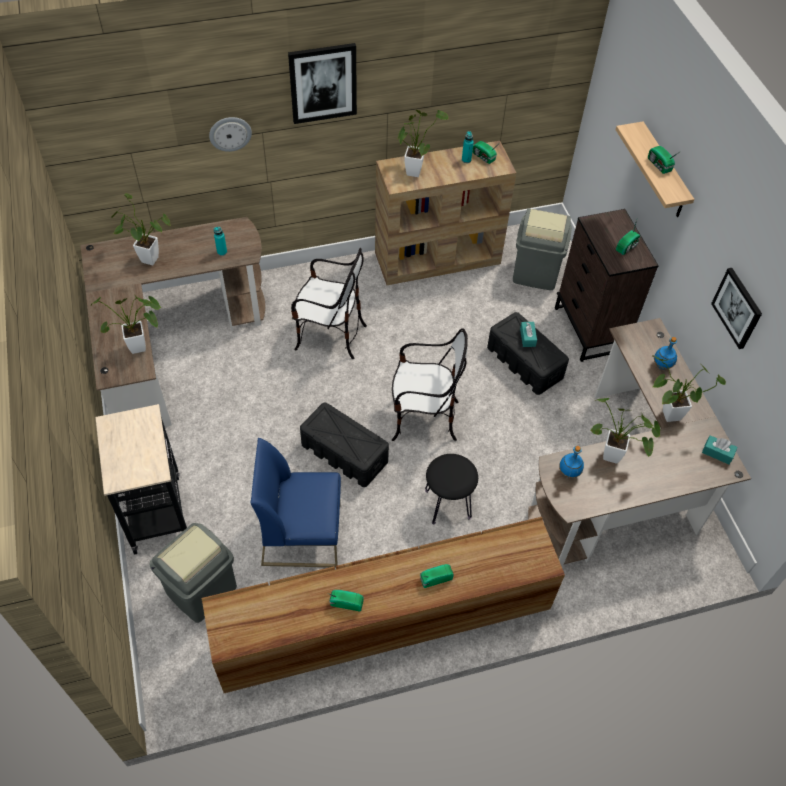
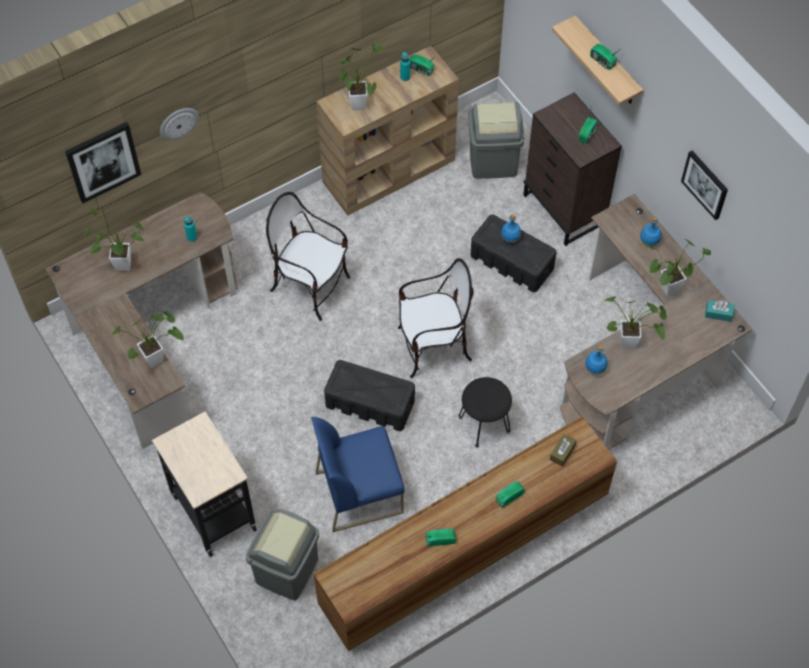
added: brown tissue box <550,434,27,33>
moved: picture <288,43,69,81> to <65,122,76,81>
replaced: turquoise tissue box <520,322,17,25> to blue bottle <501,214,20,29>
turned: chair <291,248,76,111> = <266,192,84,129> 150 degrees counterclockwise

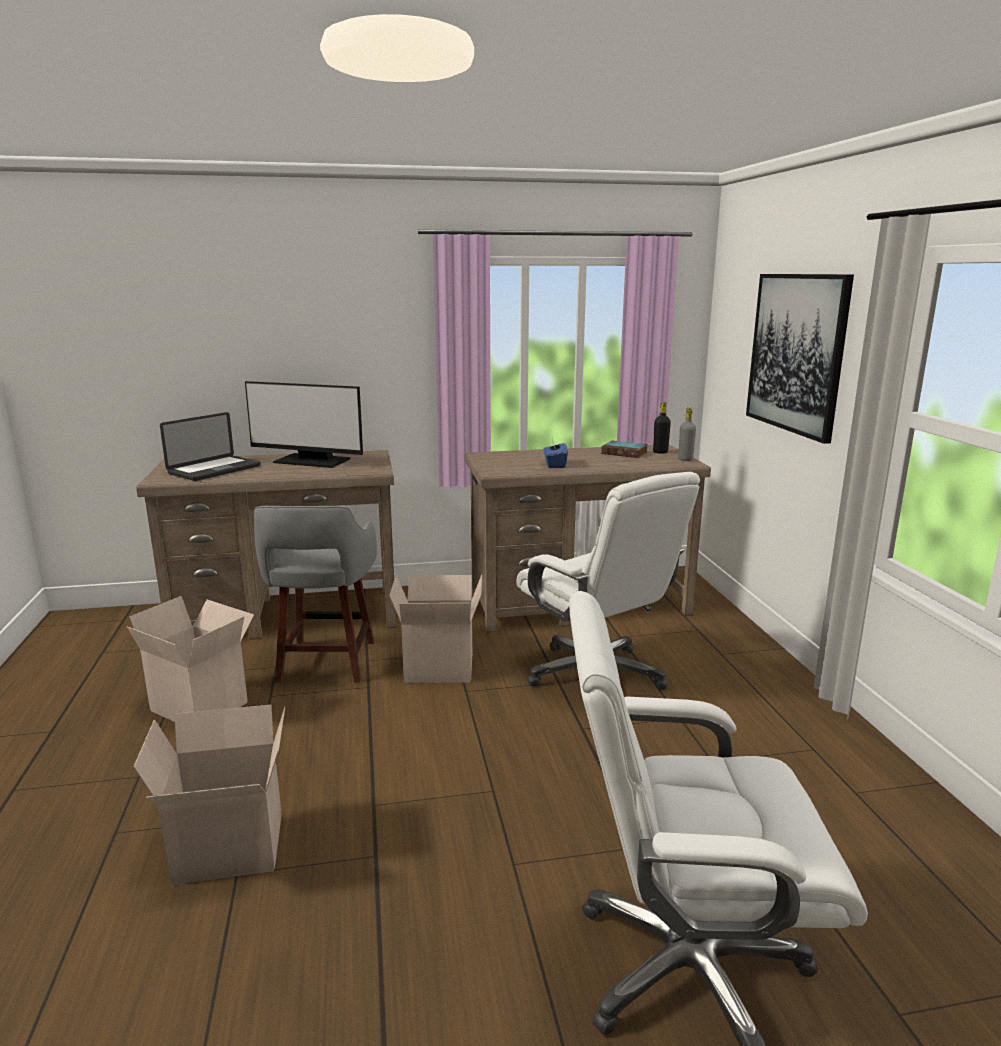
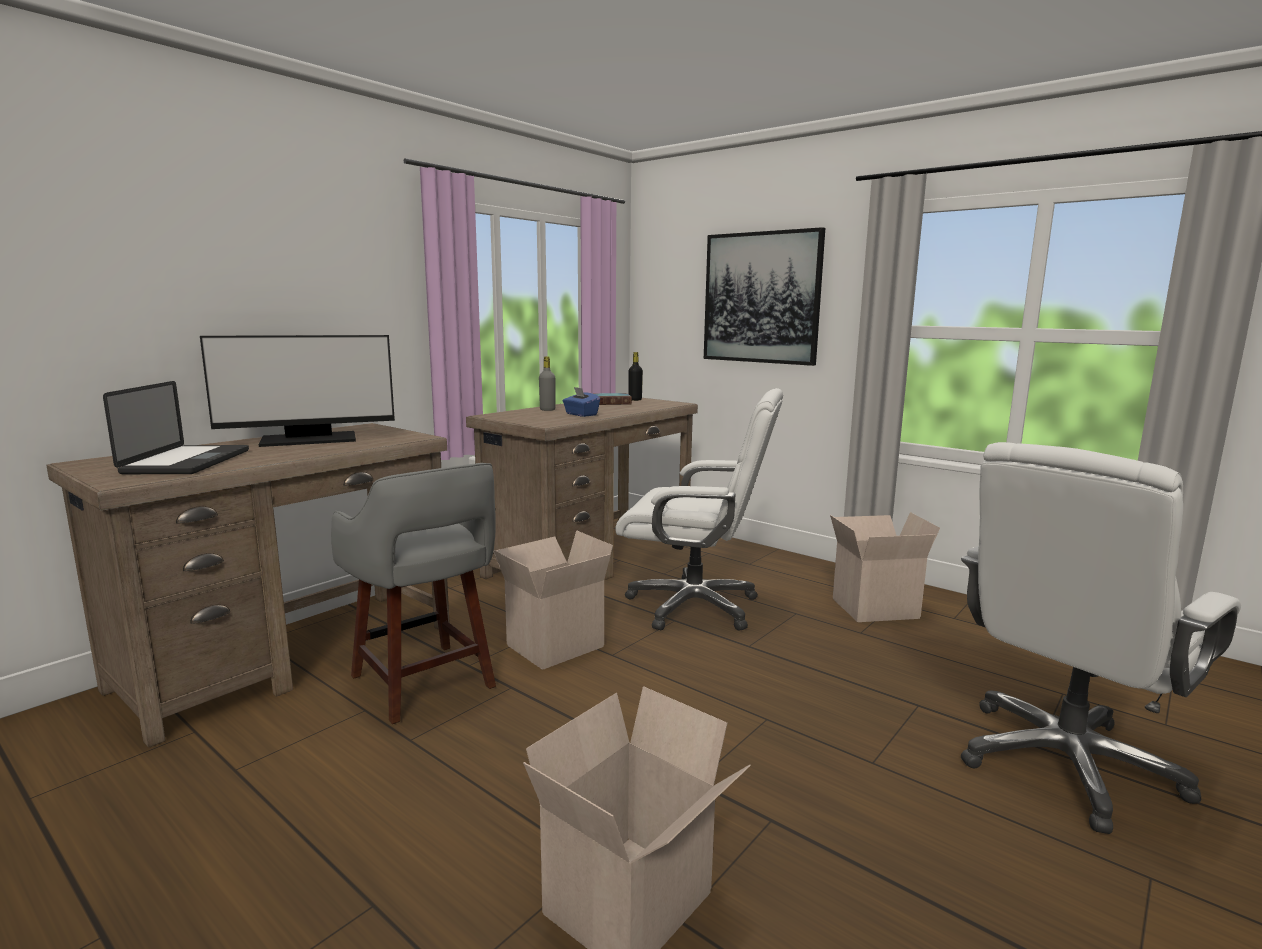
moved: cardboard box <127,596,127,126> to <830,512,110,110>; grey bottle <678,407,18,54> to <539,356,16,55>

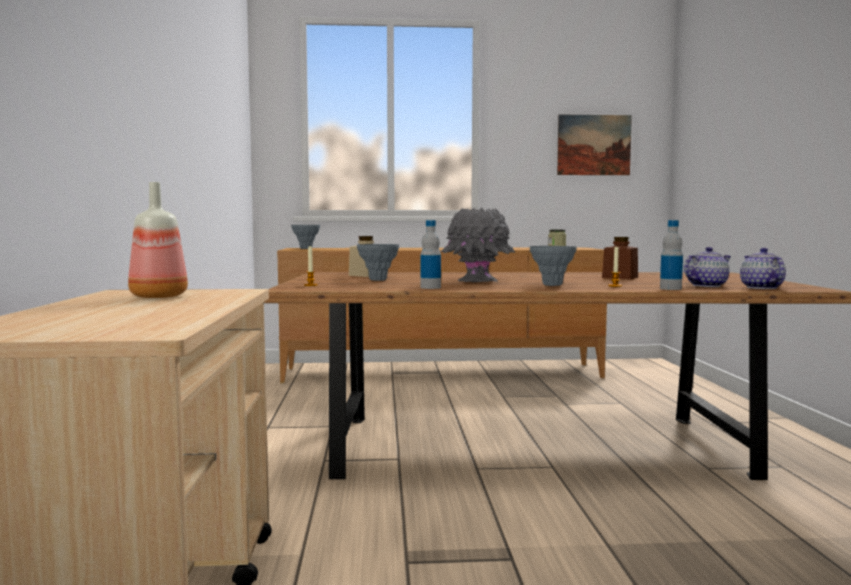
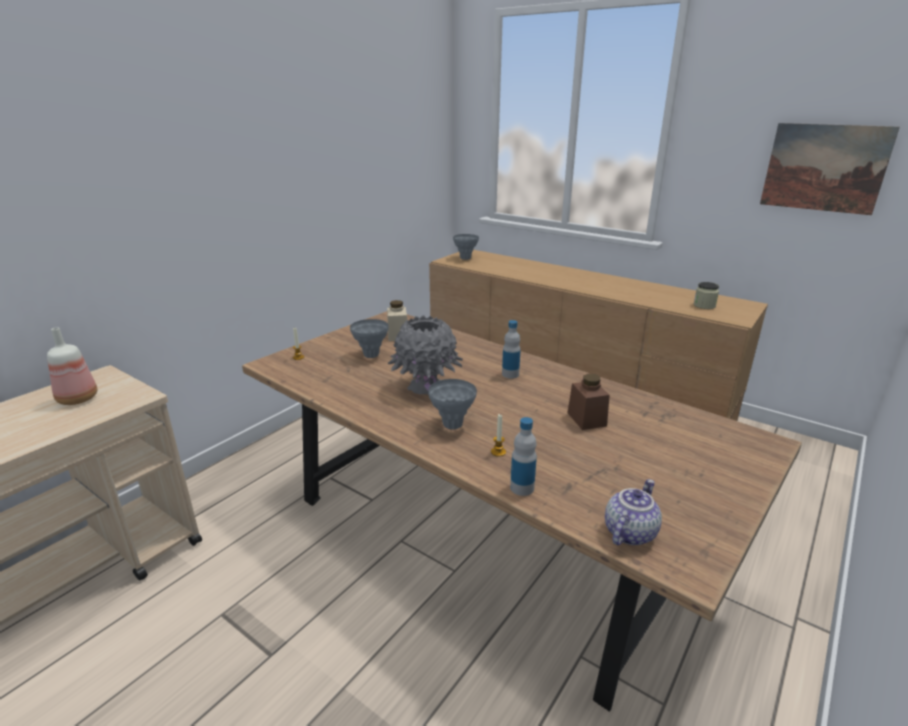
removed: teapot <684,247,47,40>
moved: bottle <421,220,20,69> to <502,320,19,58>

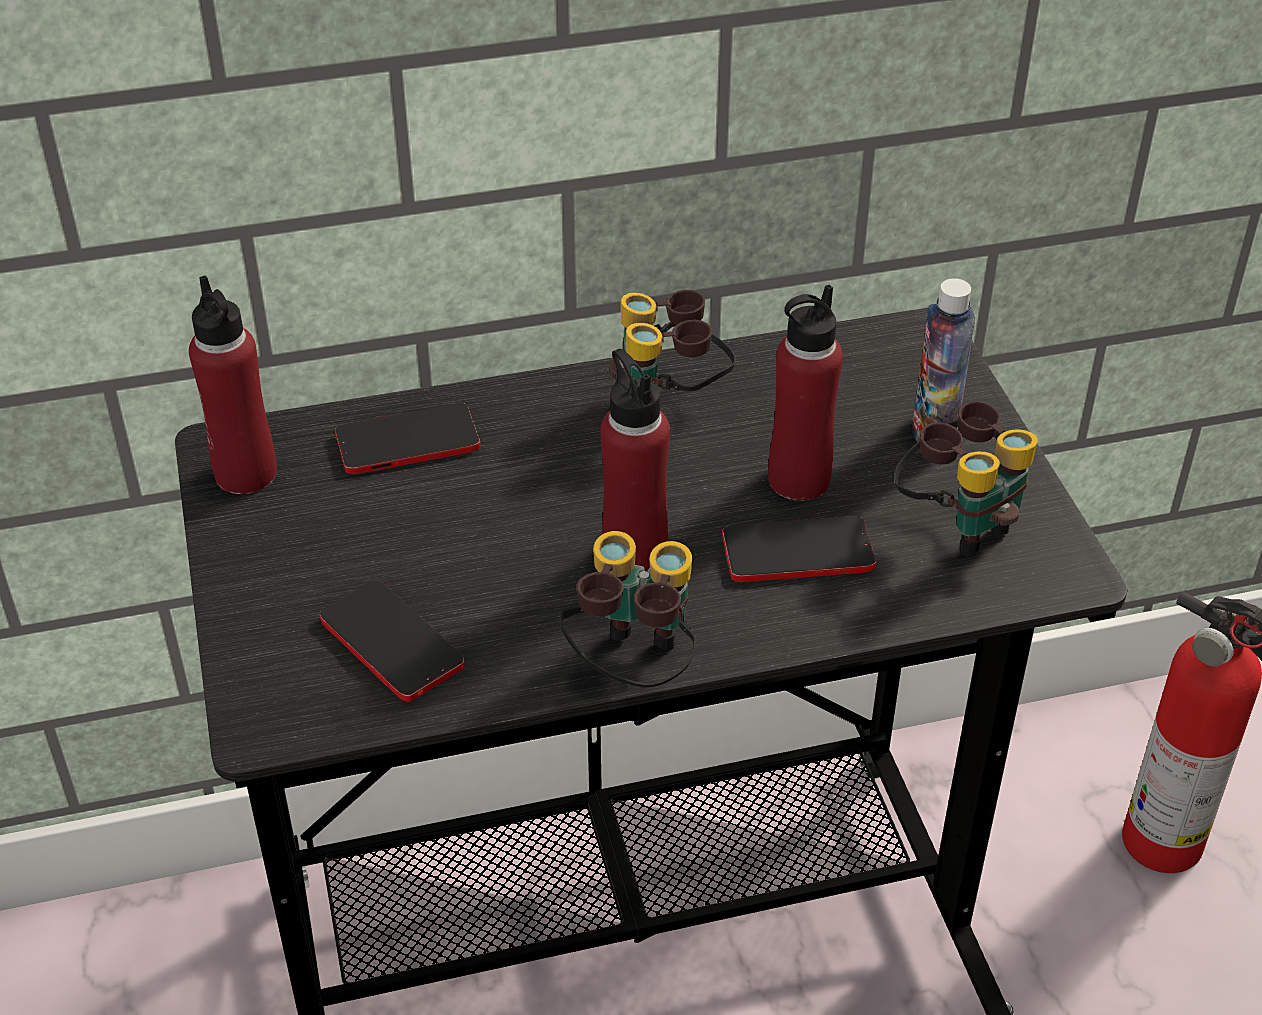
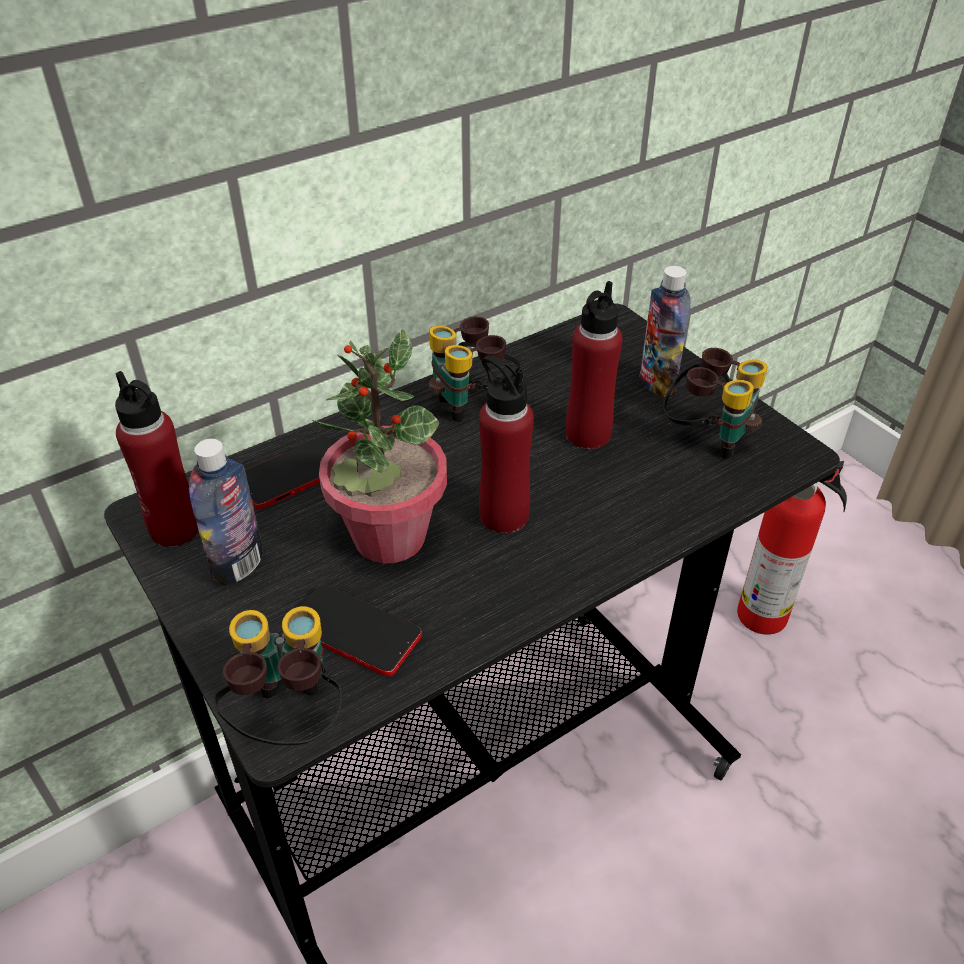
removed: phone <722,516,154,66>
added: bottle <189,439,74,147>; potted plant <312,329,135,234>
moved: binoculars <560,531,136,157> to <213,606,129,139>

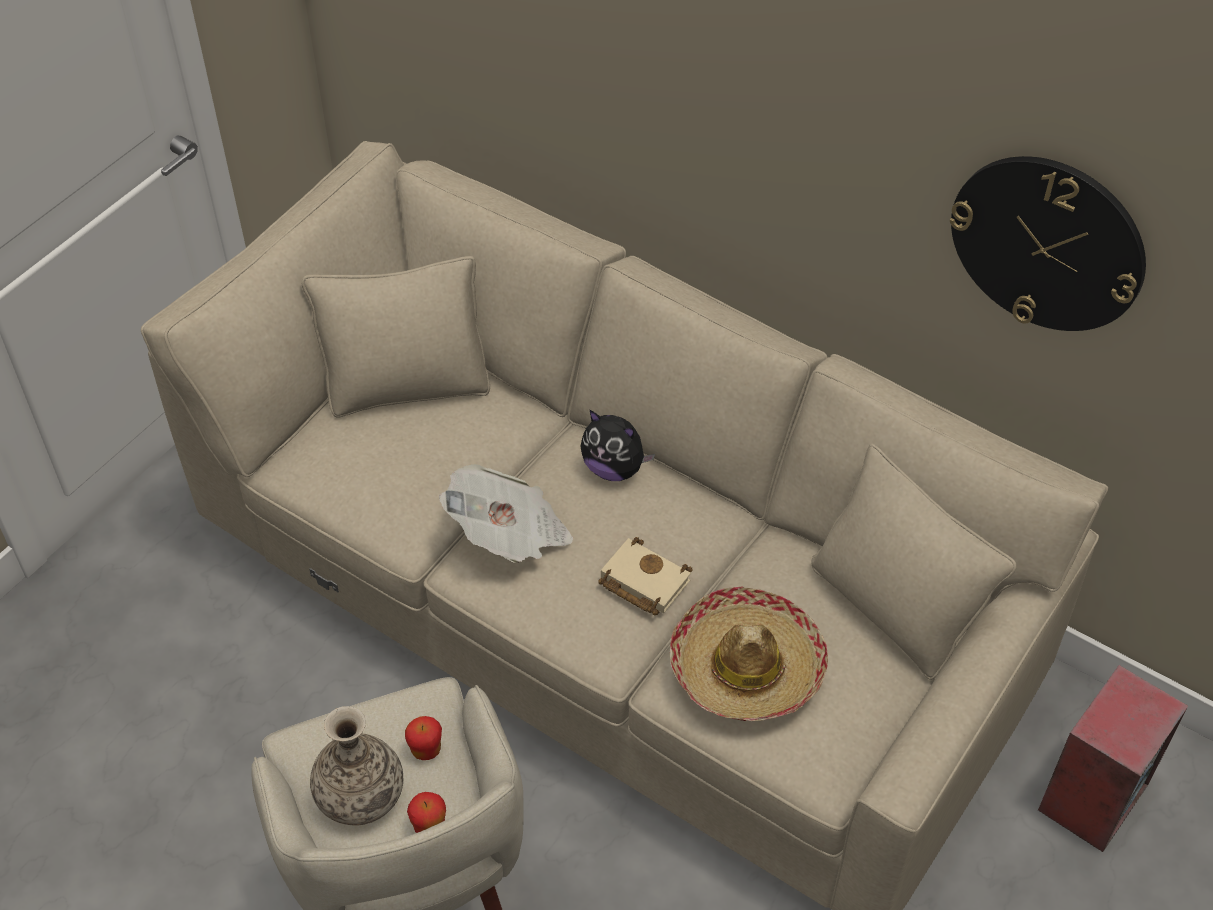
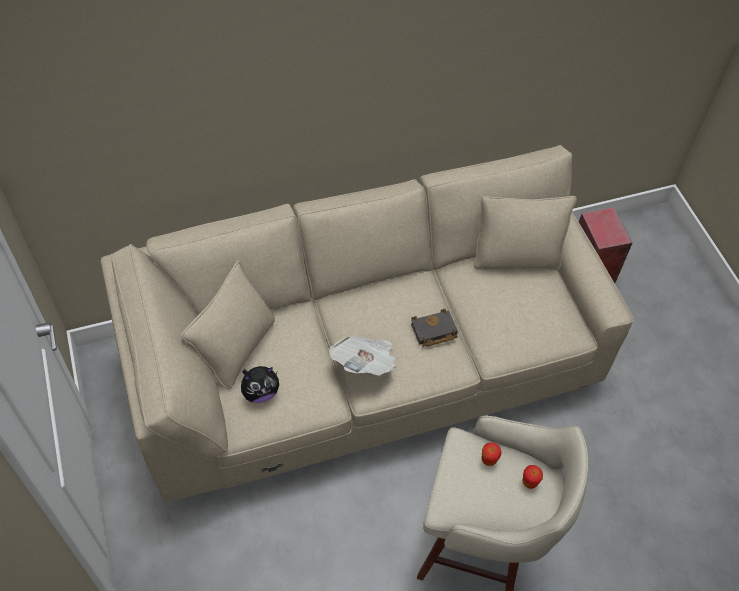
removed: vase <310,706,93,120>; hat <670,586,158,135>; wall clock <950,156,196,175>
moved: plush toy <580,410,75,71> to <241,366,38,37>
recoloured: beige book <598,537,95,79> to black book <411,308,47,39>

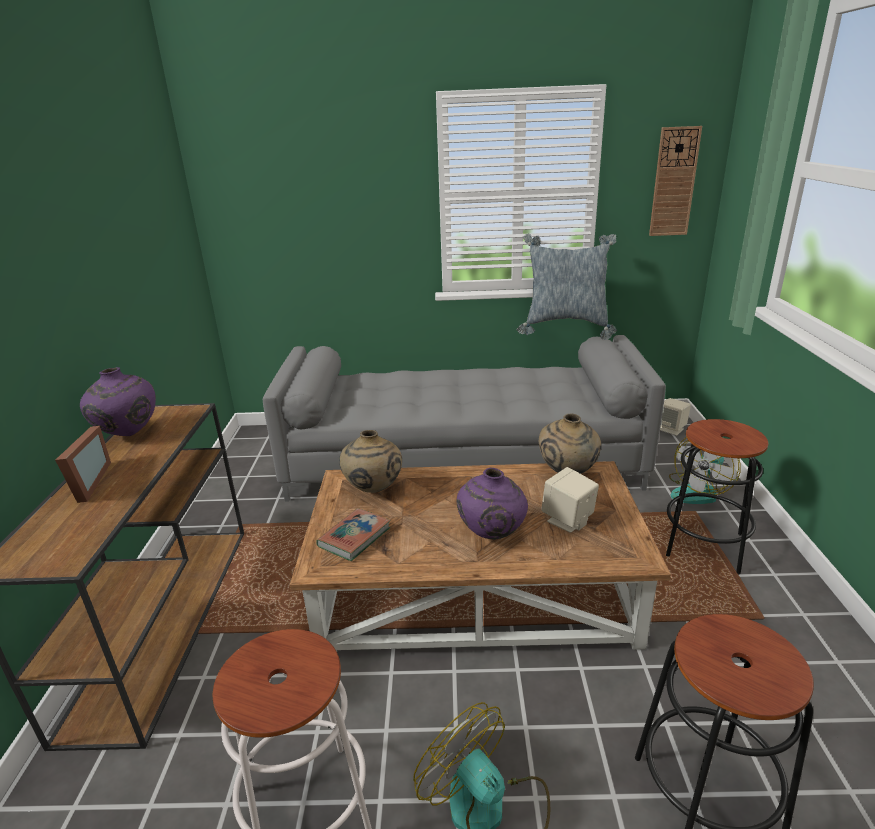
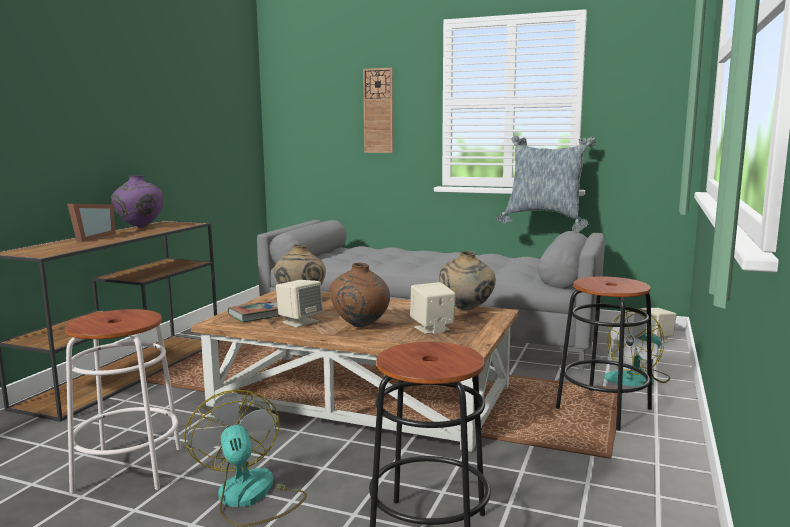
added: beige speaker <276,280,47,48>
moved: wall clock <649,126,53,110> to <363,68,30,85>
recoloured: purple vase <456,468,72,72> to brown vase <330,263,60,65>

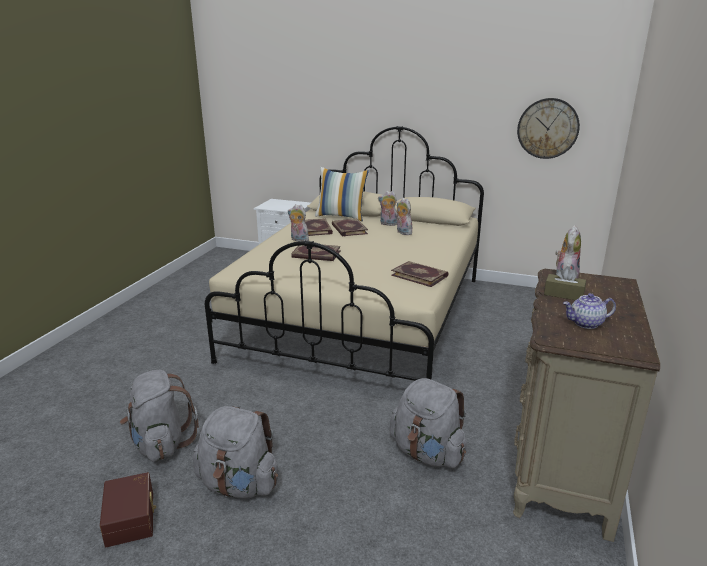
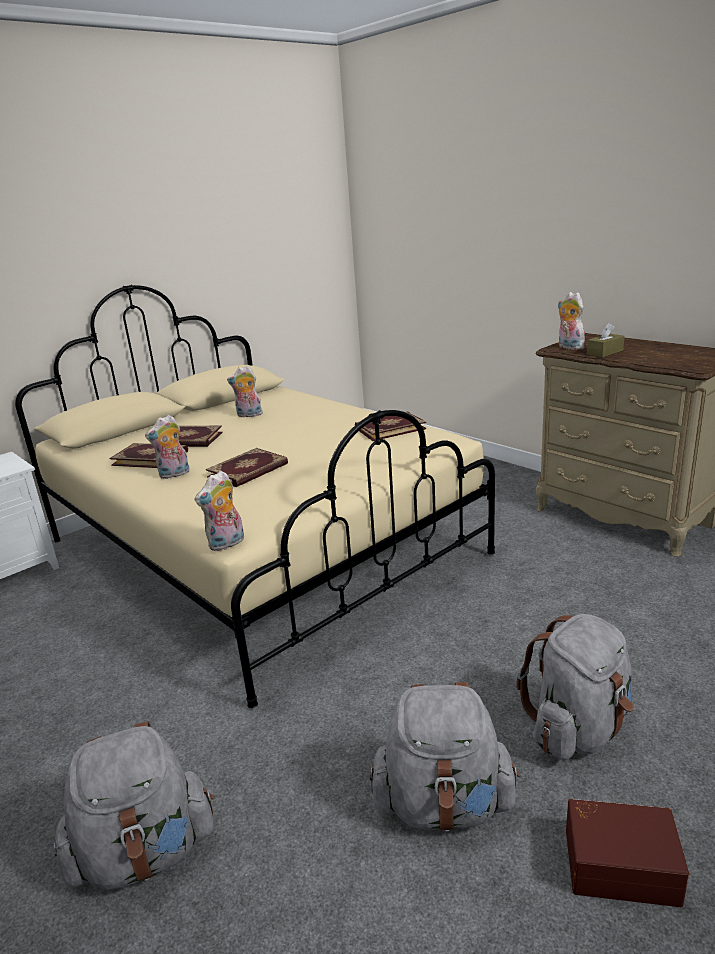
removed: pillow <315,167,54,54>; wall clock <517,98,63,61>; teapot <563,293,53,36>
moved: plush toy <378,191,20,35> to <195,470,49,81>; grey backpack <390,378,77,90> to <54,721,161,169>

